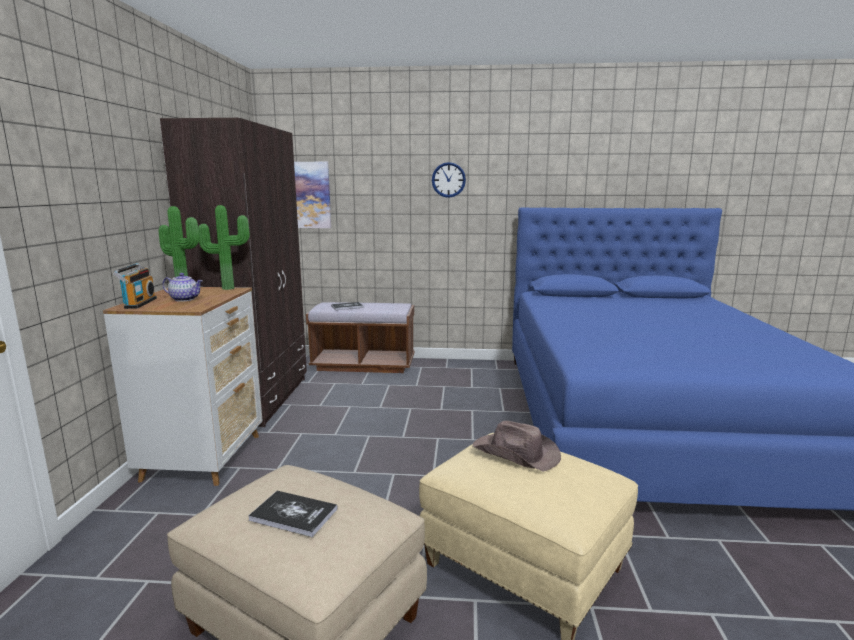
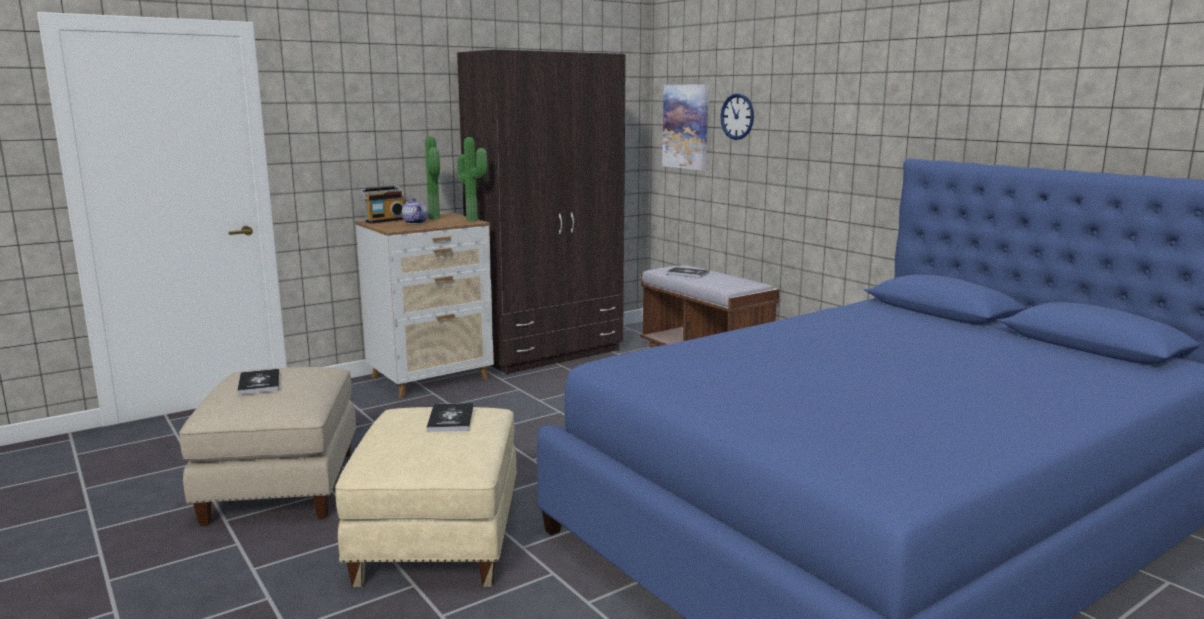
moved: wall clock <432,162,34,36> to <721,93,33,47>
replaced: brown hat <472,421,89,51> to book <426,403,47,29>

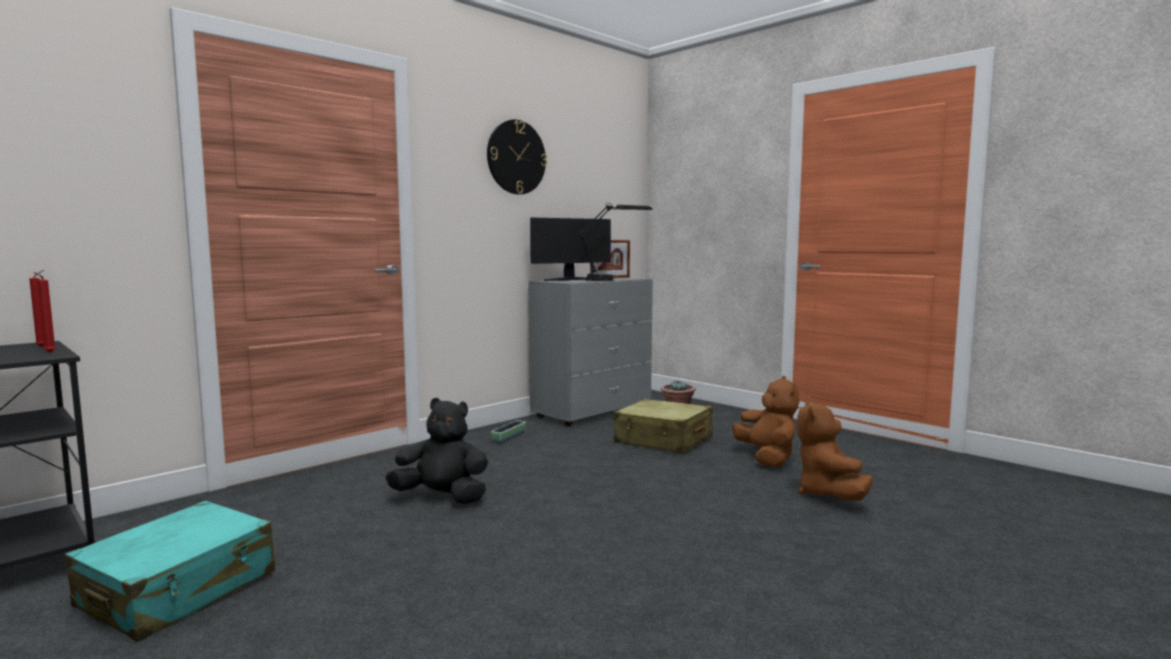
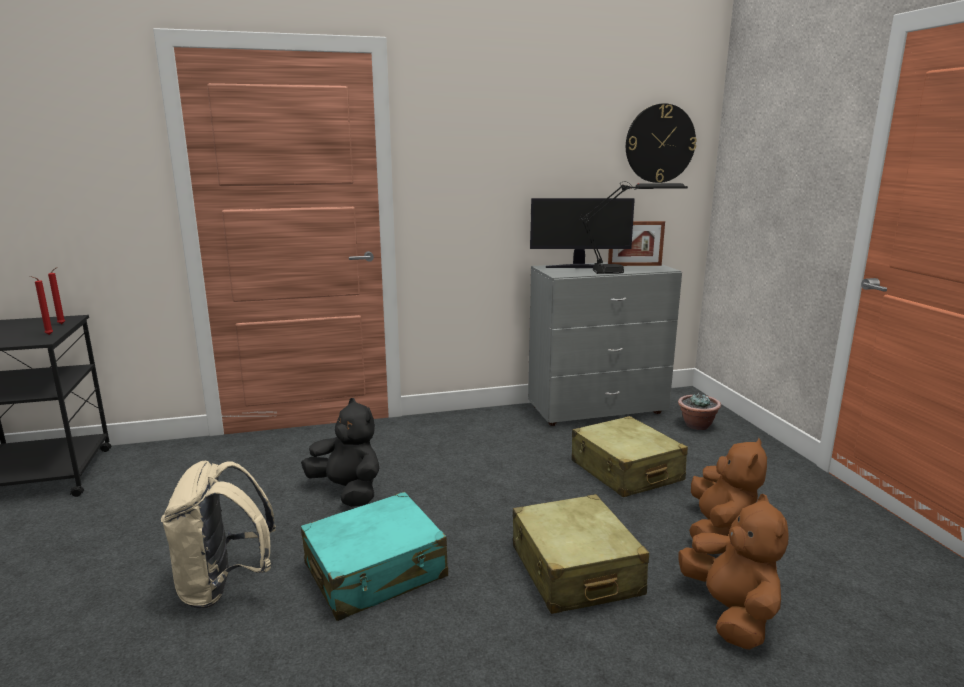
removed: planter <491,420,35,24>
added: beige backpack <161,461,115,147>; beige suitcase <513,494,136,120>
moved: turquoise suitcase <65,501,210,141> to <301,492,147,129>; wall clock <487,119,60,75> to <626,103,71,80>
turned: brown plush toy <797,400,76,101> = <678,494,111,156> 135 degrees clockwise

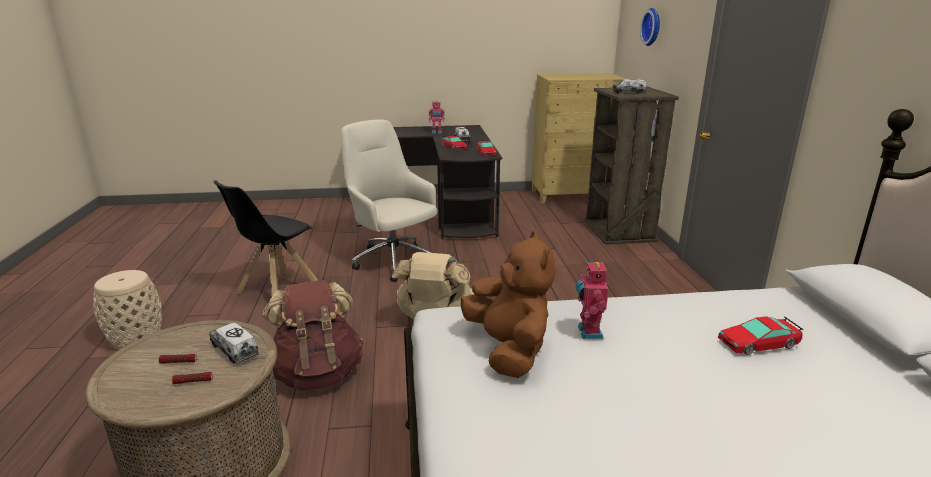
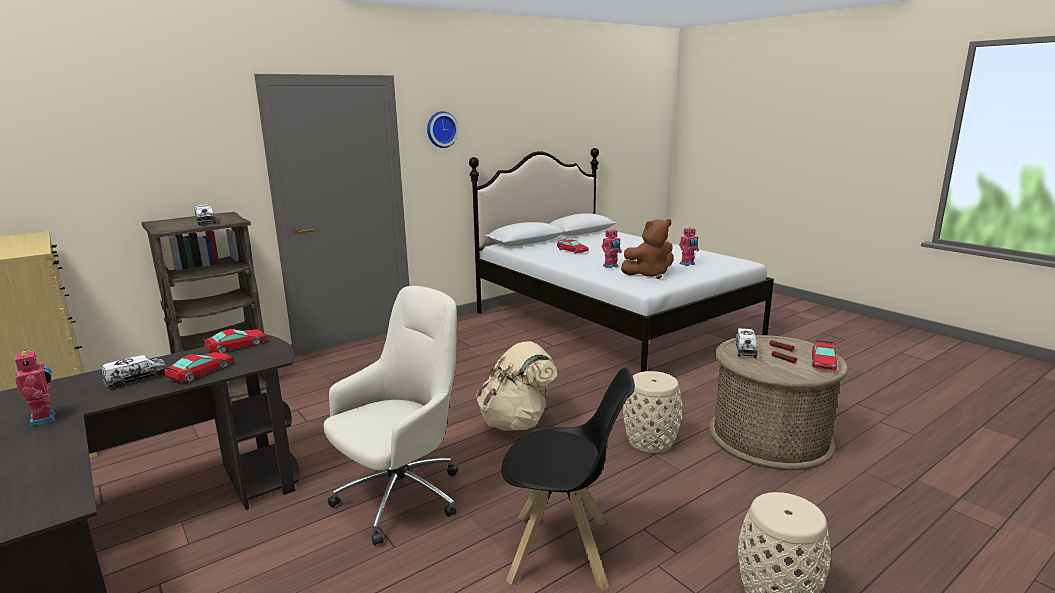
added: toy robot <679,227,20,39>; toy car <812,340,25,31>
moved: wall clock <640,8,20,38> to <427,111,32,37>
replaced: brown backpack <263,280,101,111> to beige stool <623,371,60,83>
turned: beige office chair <341,120,96,162> = <323,286,135,260> 150 degrees counterclockwise; brown plush toy <461,231,94,147> = <621,219,52,60> 150 degrees counterclockwise

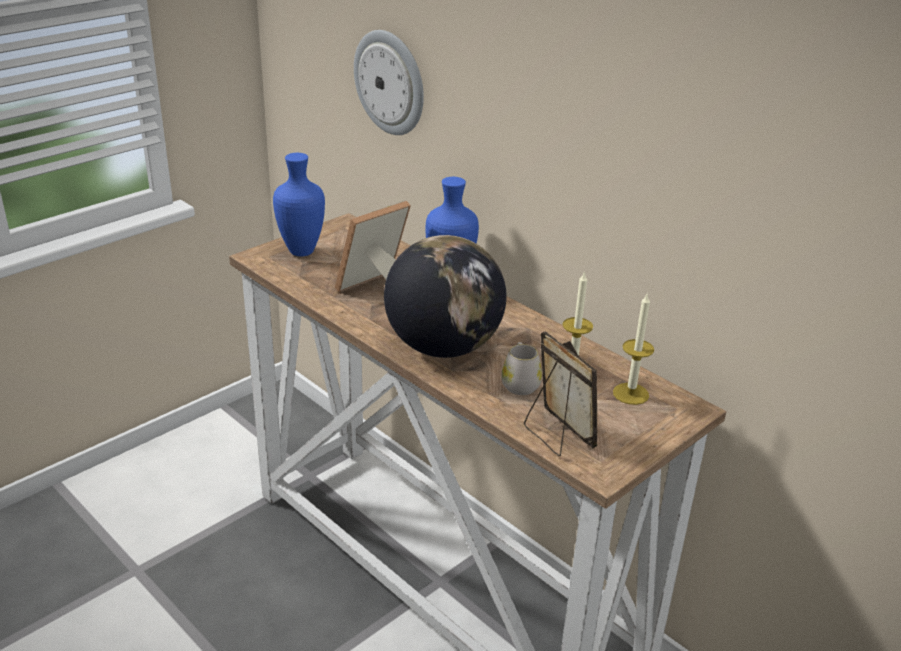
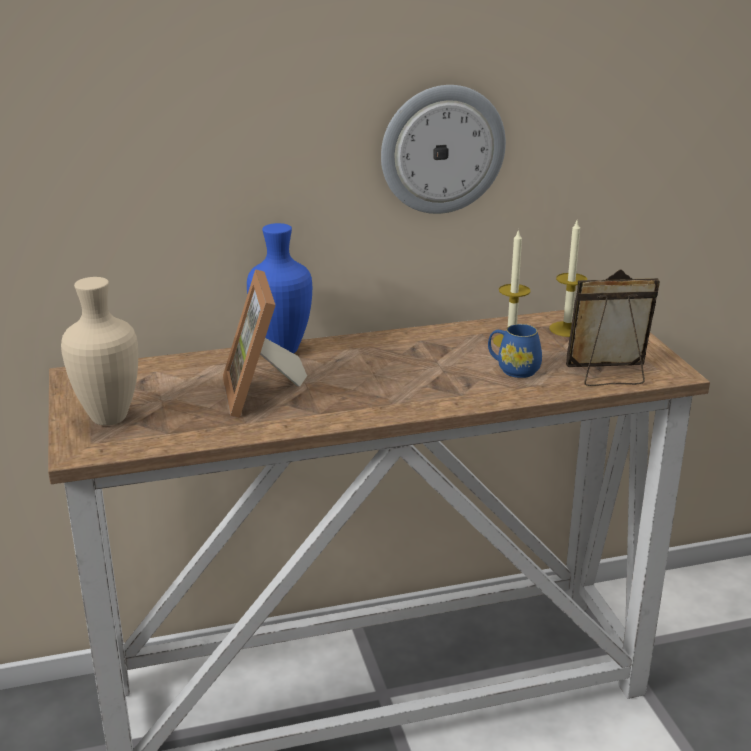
removed: globe <384,235,123,123>
moved: wall clock <354,30,70,105> to <381,85,125,129>
recoloured: blue vase <273,153,52,103> to beige vase <61,277,77,149>; white mug <501,342,41,53> to blue mug <488,324,54,54>

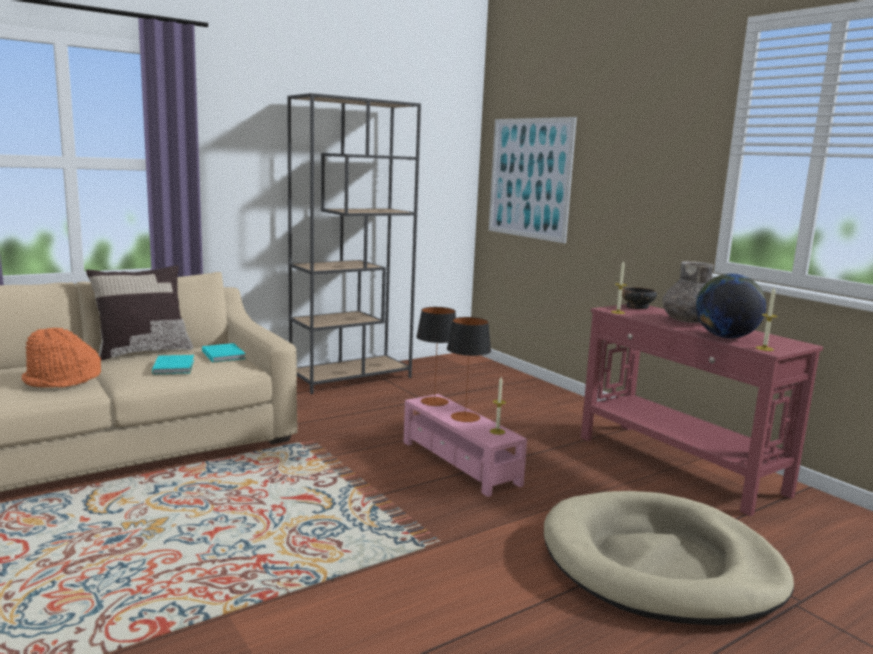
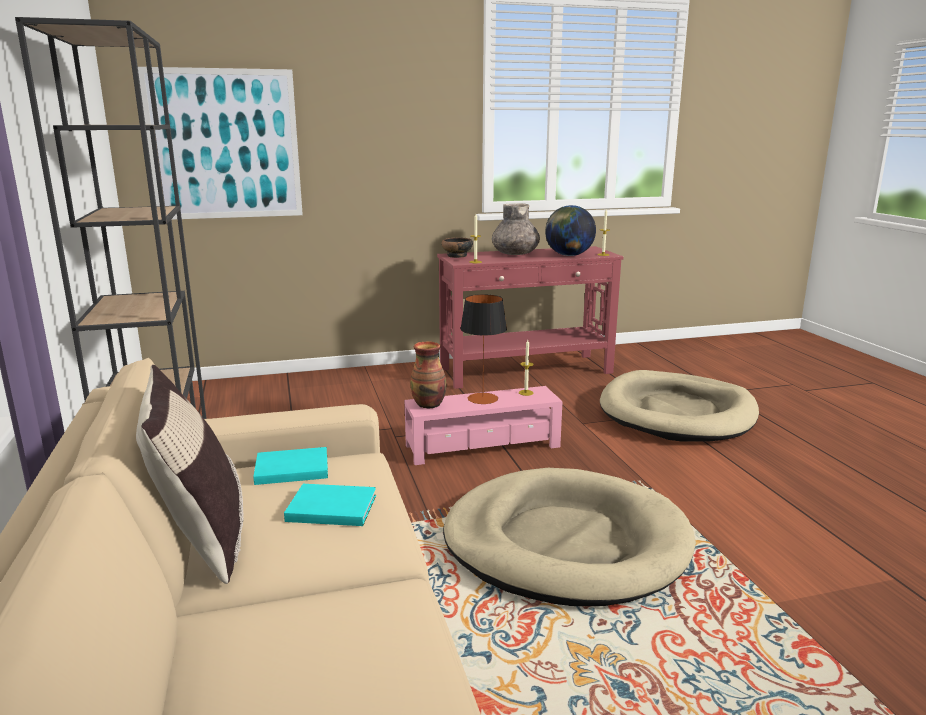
removed: orange hat <22,328,79,60>
added: beige dog bed <443,468,253,138>
replaced: table lamp <416,307,40,99> to vase <410,341,37,68>

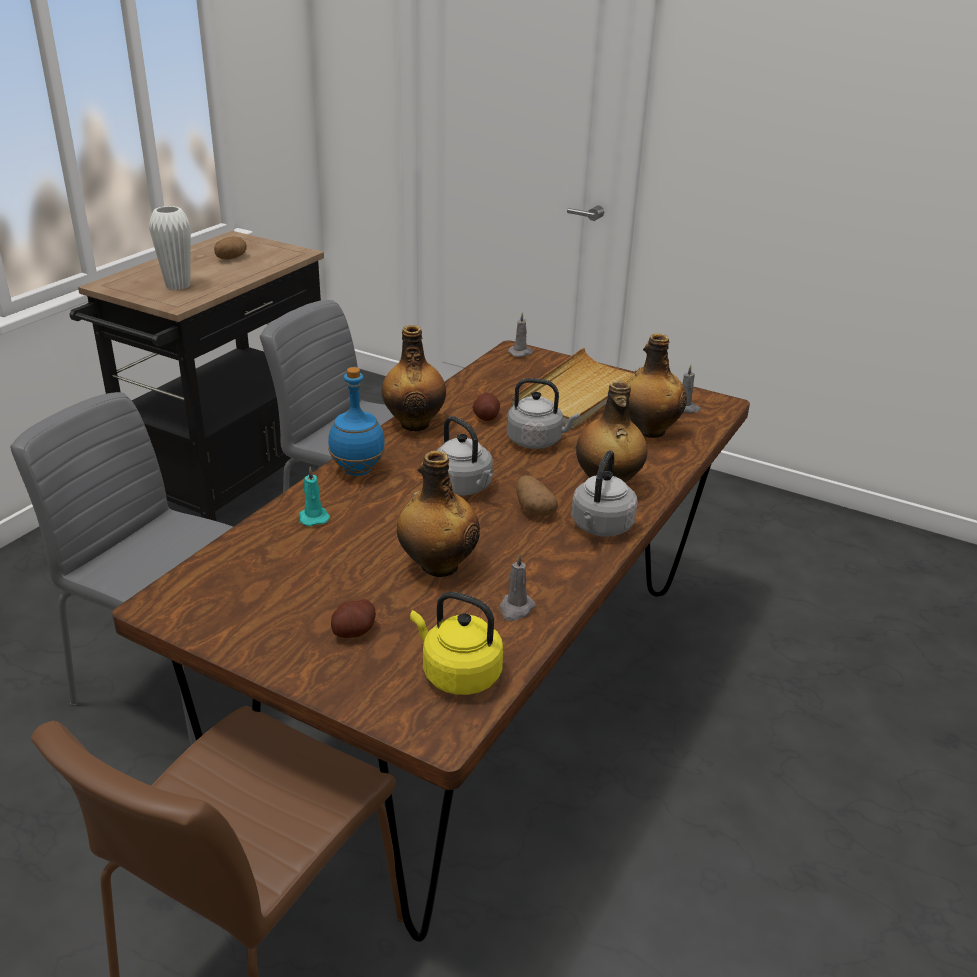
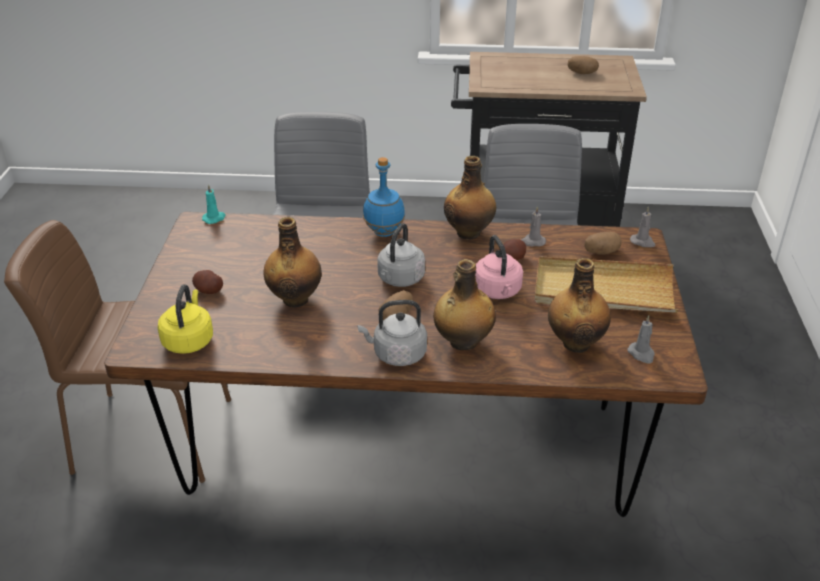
removed: white vase <149,206,42,84>
added: potato <584,232,38,23>
moved: turquoise candle <299,467,31,59> to <202,184,23,40>; grey candle <499,553,37,68> to <521,206,25,40>
recoloured: grey kettle <507,378,73,71> to pink kettle <475,235,48,64>

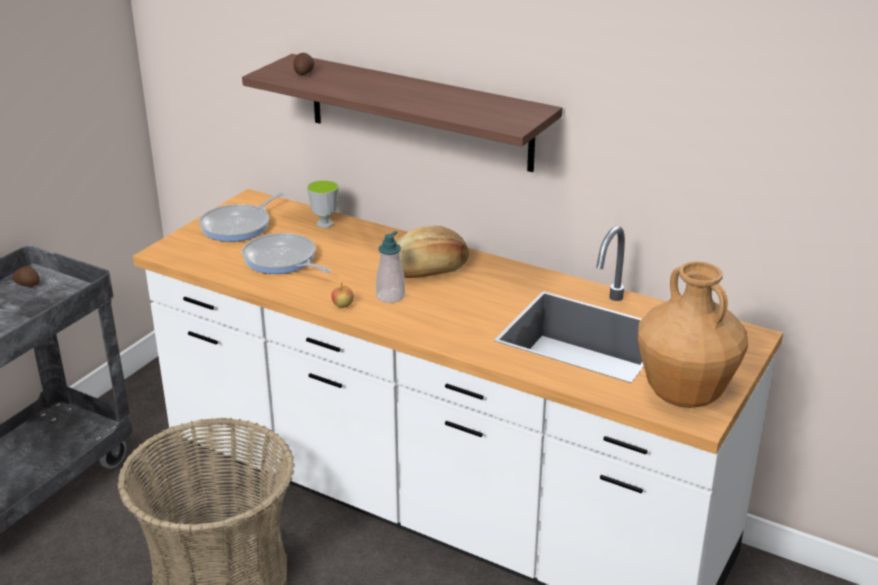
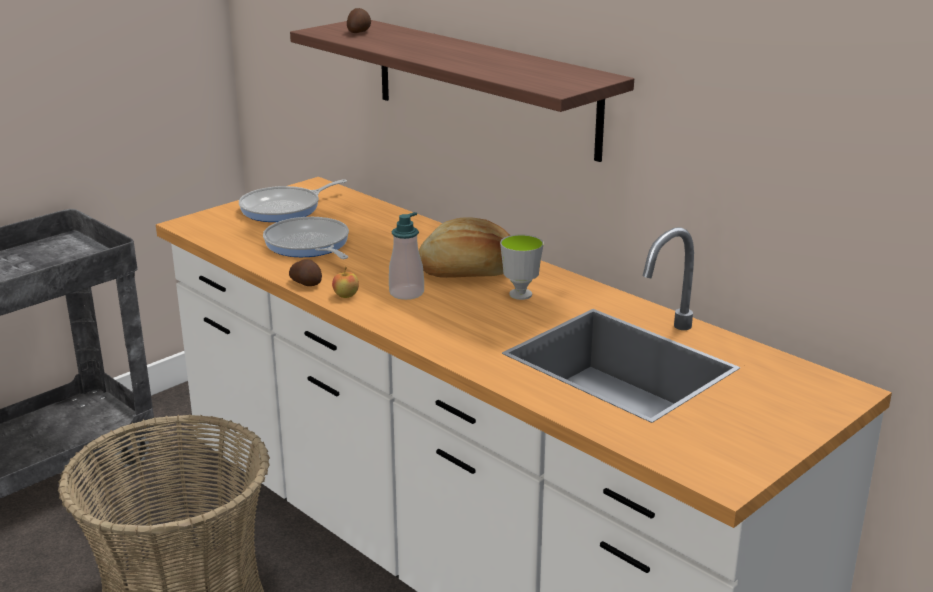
removed: brown vase <638,262,110,146>
moved: potato <12,266,27,21> to <289,259,33,27>; cup <307,180,32,48> to <500,235,44,65>

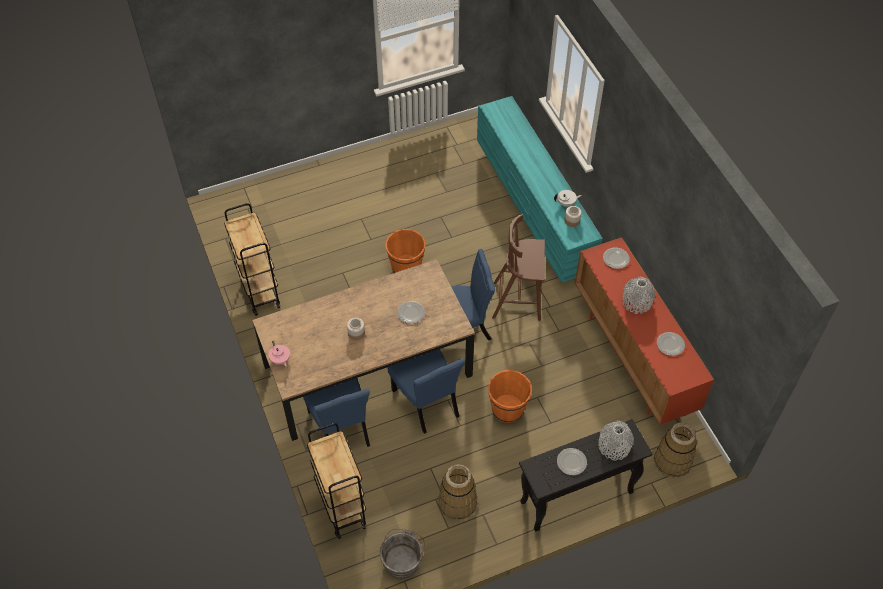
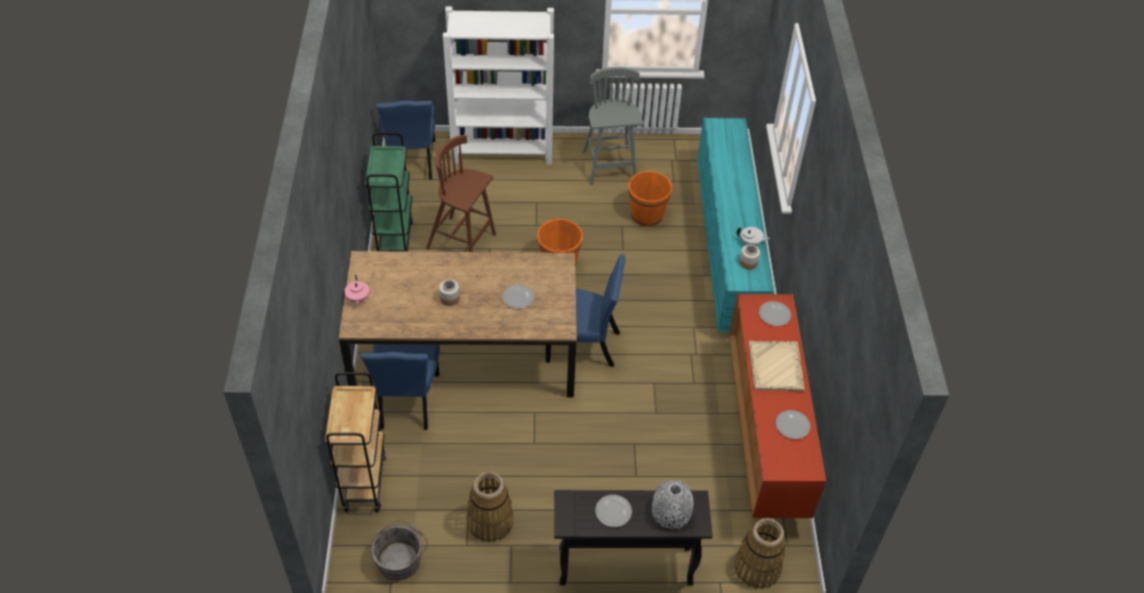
added: white bookcase <443,6,111,159>; grey stool <583,67,61,118>
moved: blue chair <388,349,77,85> to <376,101,59,79>; orange bucket <488,370,44,53> to <629,171,43,56>; brown stool <492,215,53,106> to <426,135,70,117>
replaced: grey vase <622,277,33,37> to beige tray <749,341,56,50>
recoloured: brown cart <224,203,56,113> to green cart <364,133,49,119>

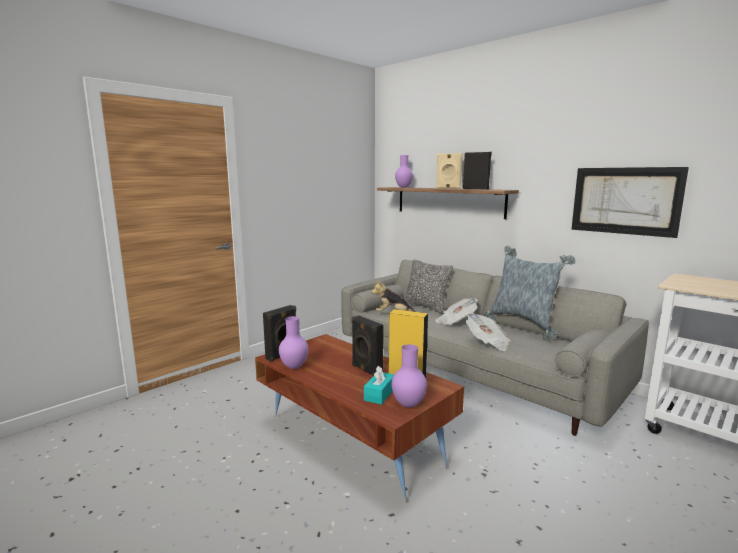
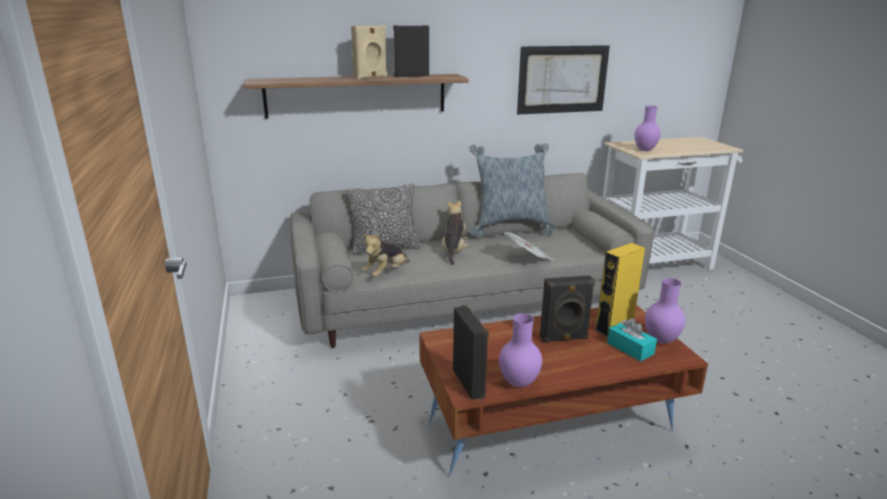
moved: purple vase <395,155,18,33> to <634,106,27,45>
replaced: newspaper <435,298,43,28> to plush toy <442,200,27,65>

